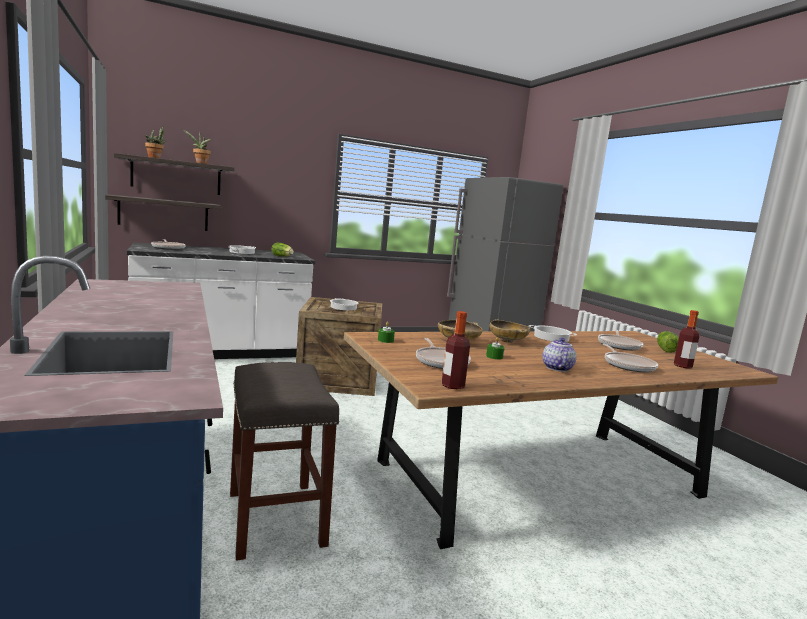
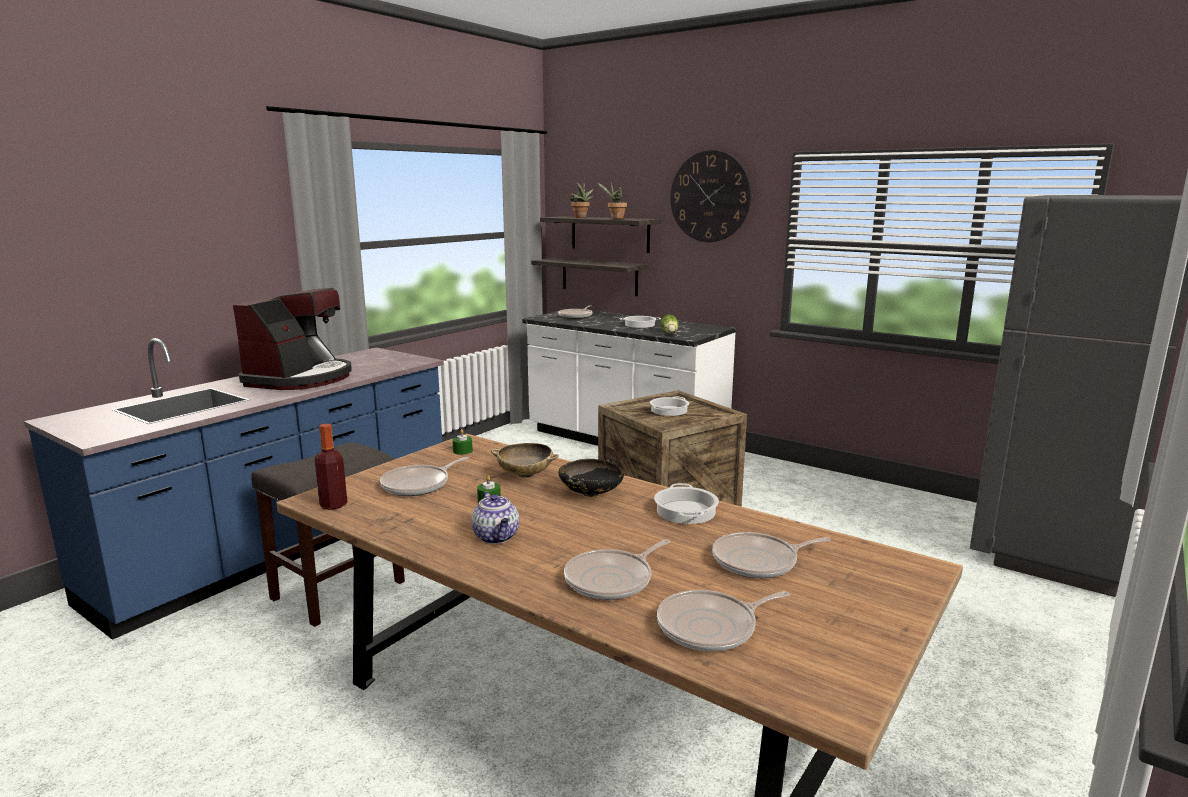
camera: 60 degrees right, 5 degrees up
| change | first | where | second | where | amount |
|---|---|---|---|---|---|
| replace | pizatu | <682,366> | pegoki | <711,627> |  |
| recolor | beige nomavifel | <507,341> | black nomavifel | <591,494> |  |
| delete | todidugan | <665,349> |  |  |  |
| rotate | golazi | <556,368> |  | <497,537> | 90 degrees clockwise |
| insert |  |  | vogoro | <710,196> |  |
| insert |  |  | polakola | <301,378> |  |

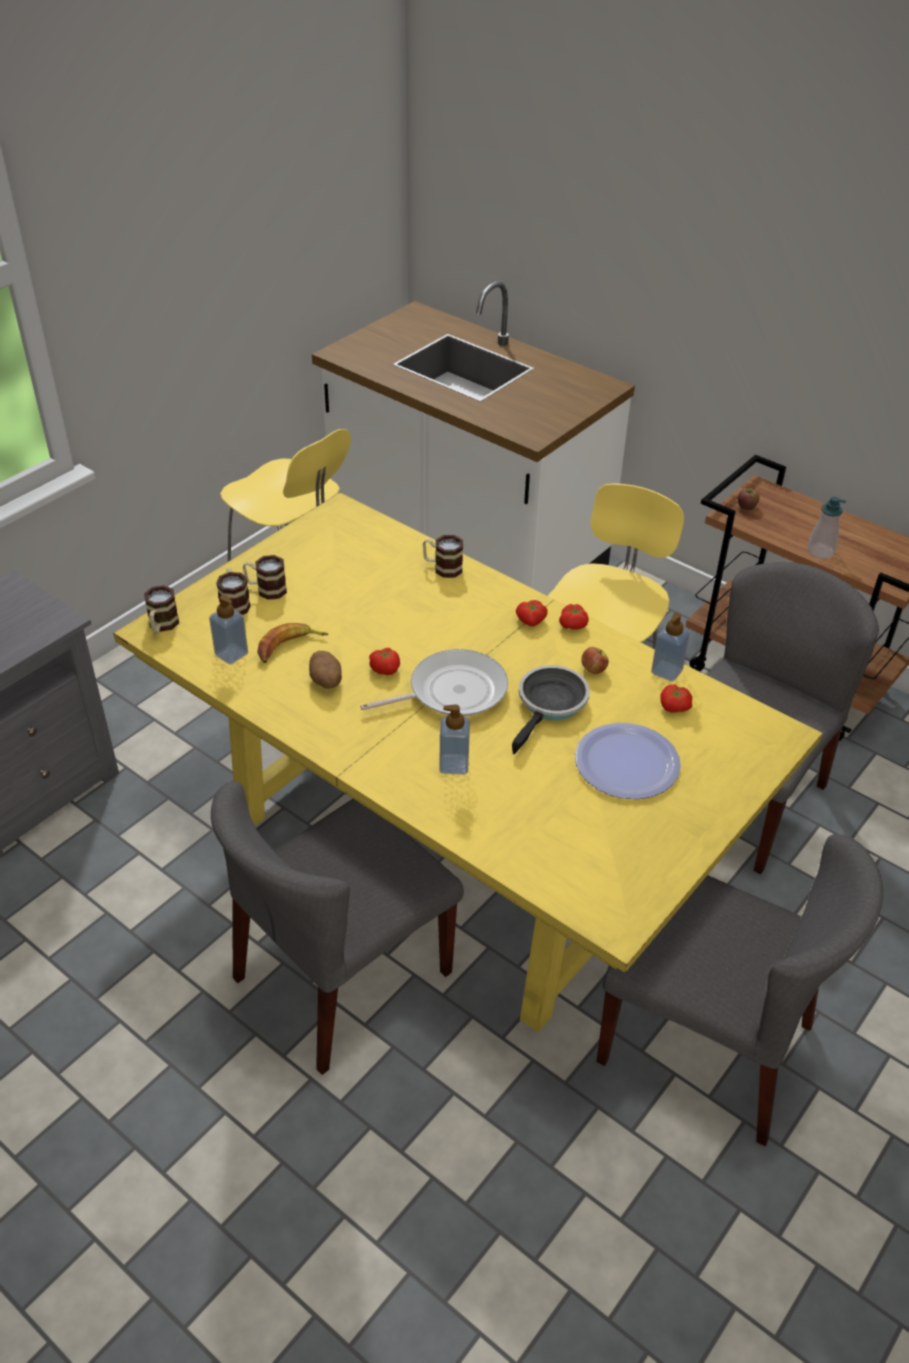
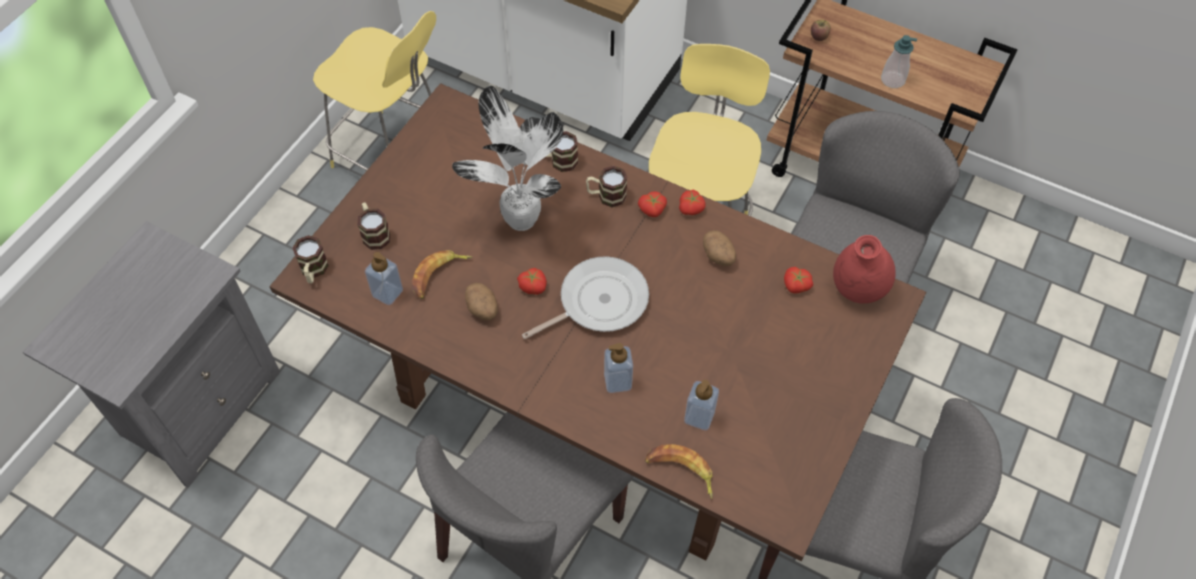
camera: 10 degrees left, 15 degrees up
| change | first | where | second | where | amount |
|---|---|---|---|---|---|
| recolor | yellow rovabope | <453,849> | brown rovabope | <599,397> |  |
| move | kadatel | <266,589> |  | <606,196> |  |
| move | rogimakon | <666,671> |  | <699,417> |  |
| replace | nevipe | <593,670> | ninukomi | <718,256> |  |
| delete | pegoki | <550,705> |  |  |  |
| delete | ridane | <627,762> |  |  |  |
| insert |  |  | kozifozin | <520,222> |  |
| insert |  |  | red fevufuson | <857,289> |  |
| insert |  |  | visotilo | <680,472> |  |

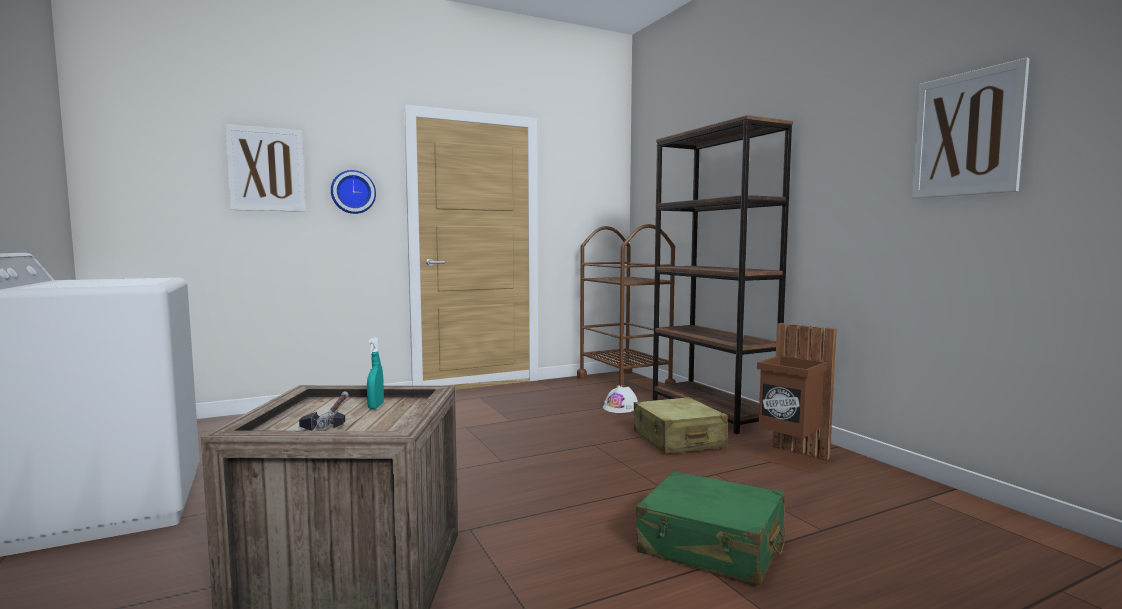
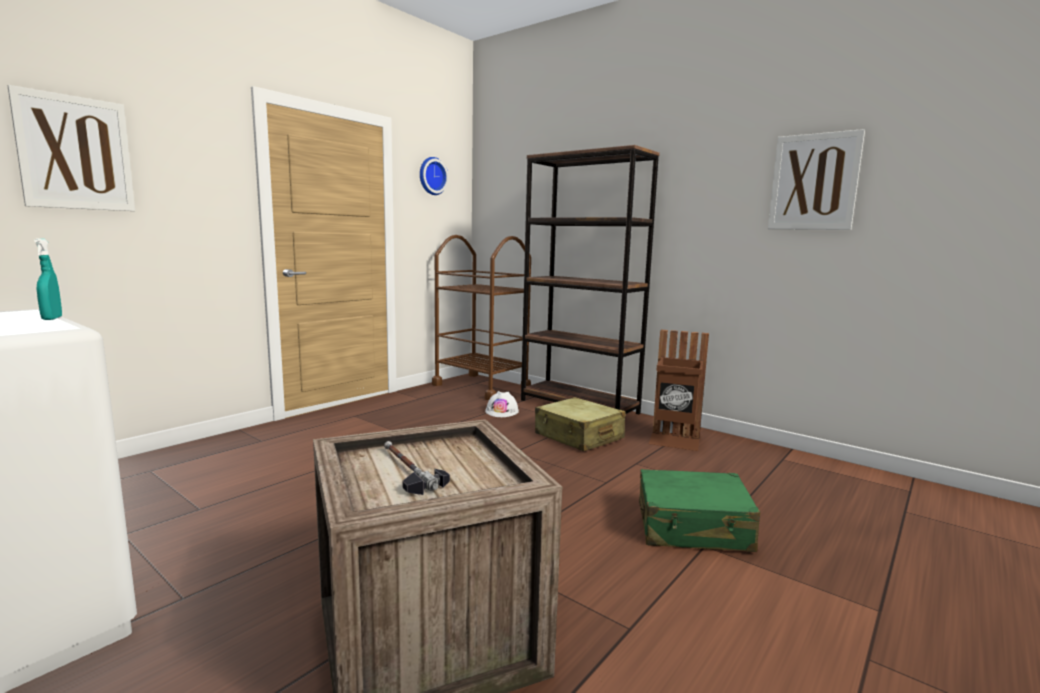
camera: 25 degrees left, 5 degrees up
| change | first | where | second | where | amount |
|---|---|---|---|---|---|
| move | vogoro | <353,192> |  | <431,176> |  |
| move | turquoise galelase | <376,406> |  | <52,318> |  |

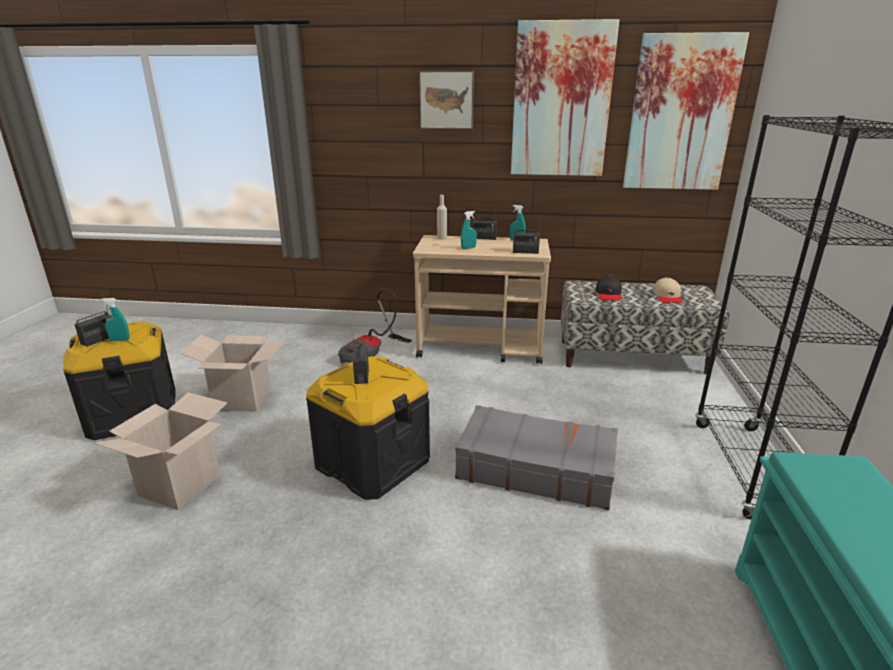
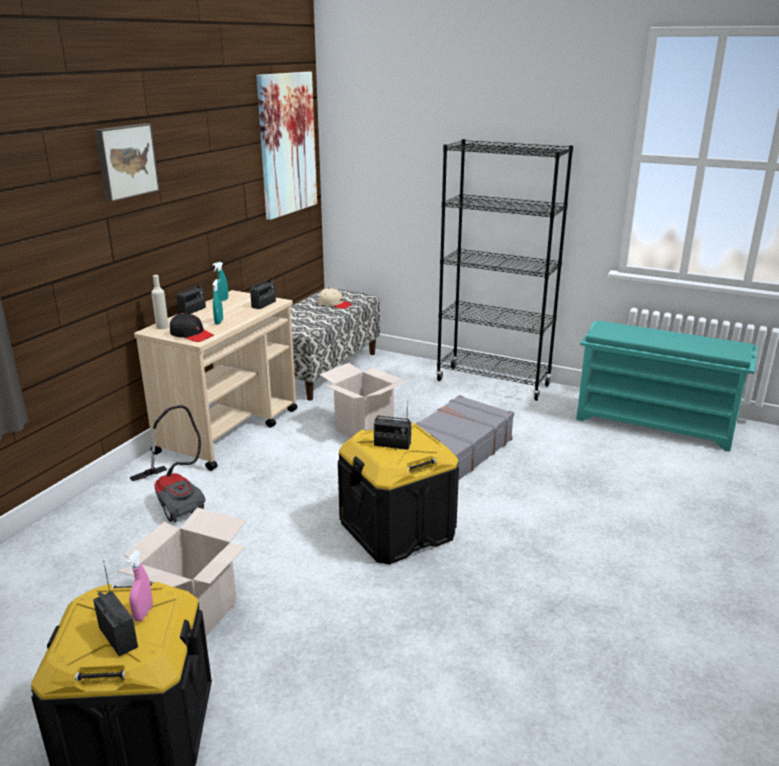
camera: 70 degrees left, 0 degrees up
| change | first | where | second | where | amount |
|---|---|---|---|---|---|
| delete | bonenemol | <561,101> |  |  |  |
| move | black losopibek | <608,294> |  | <191,335> |  |
| recolor | turquoise galelase | <120,340> | pink galelase | <143,613> |  |
| move | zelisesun | <180,485> |  | <364,430> |  |

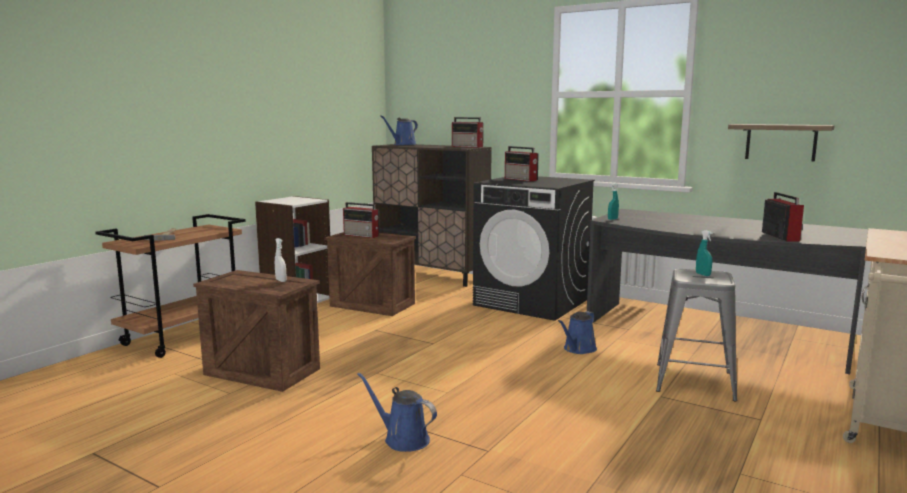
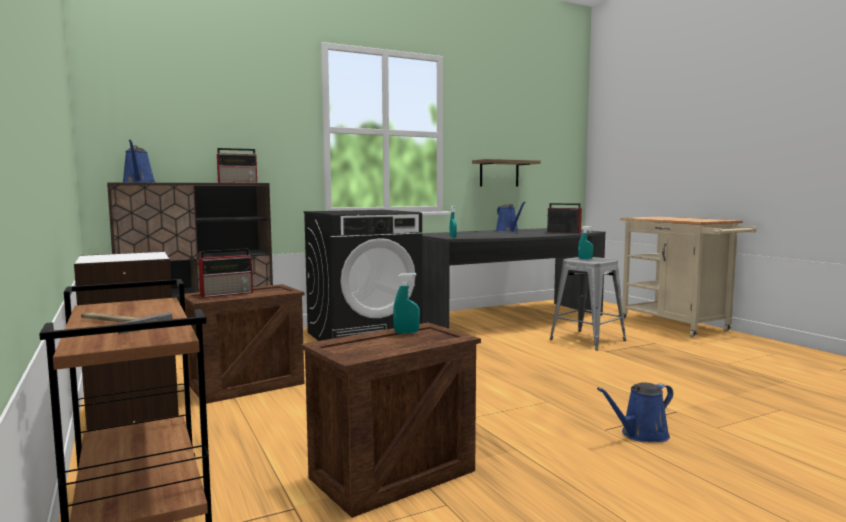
camera: 60 degrees left, 5 degrees down
| change | first | where | second | where | amount |
|---|---|---|---|---|---|
| delete | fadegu | <521,179> |  |  |  |
| recolor | white galelase | <281,281> | turquoise galelase | <406,333> |  |
| move | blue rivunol | <578,349> |  | <508,230> |  |

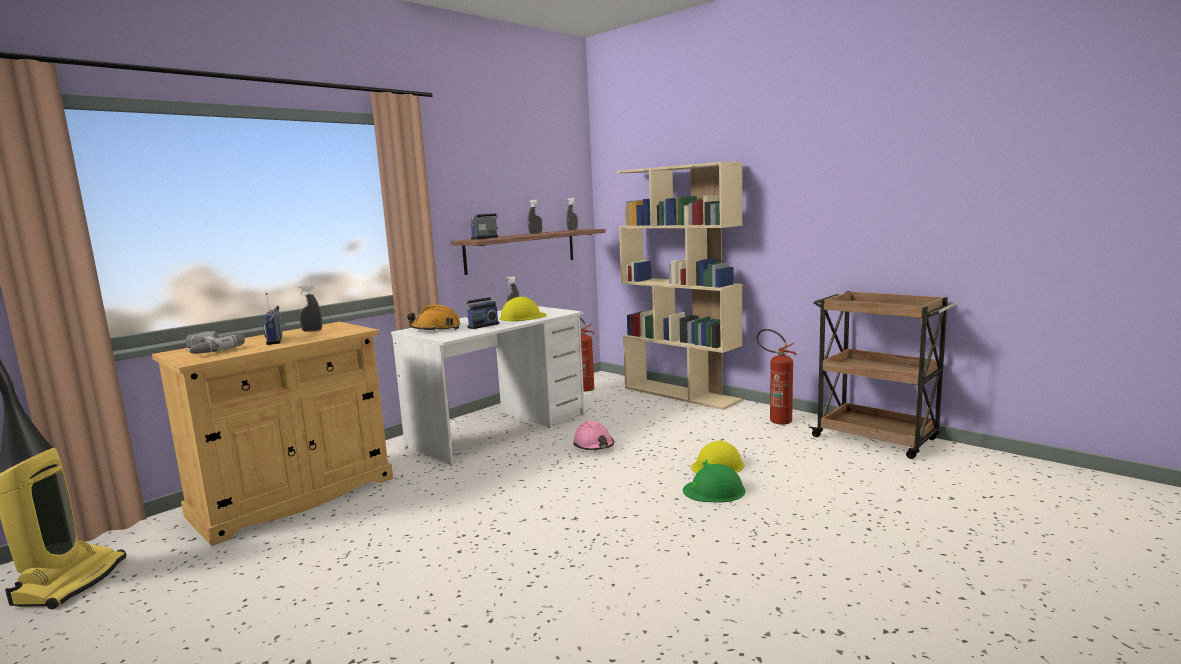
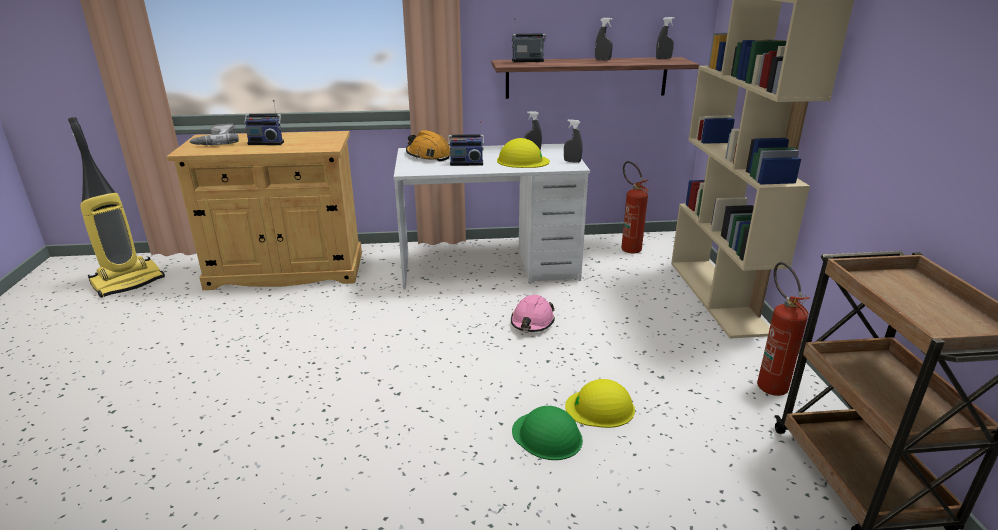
camera: 40 degrees right, 15 degrees up
| change | first | where | second | where | amount |
|---|---|---|---|---|---|
| move | grey galelase | <312,330> |  | <572,161> |  |
| rotate | fadegu | <276,340> |  | <266,143> | 105 degrees counterclockwise |

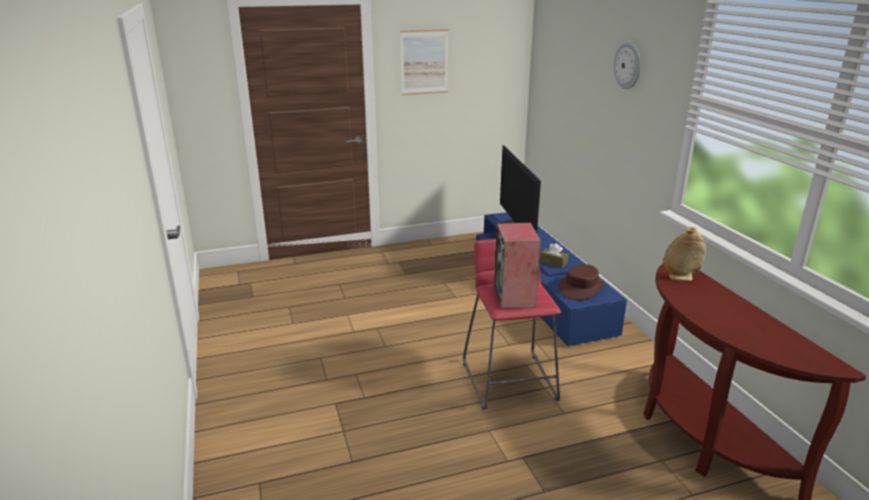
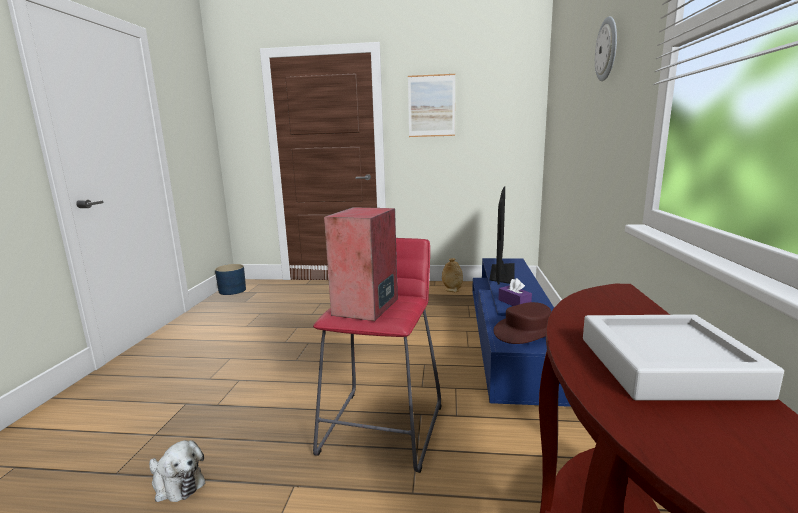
camera: 25 degrees right, 10 degrees down
| change | first | where | second | where | amount |
|---|---|---|---|---|---|
| move | beige fevufuson | <680,278> |  | <452,290> |  |
| recolor | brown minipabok | <553,262> | purple minipabok | <514,302> |  |
| insert |  |  | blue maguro | <232,290> |  |
| insert |  |  | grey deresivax | <666,366> |  |
| insert |  |  | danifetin | <176,483> |  |

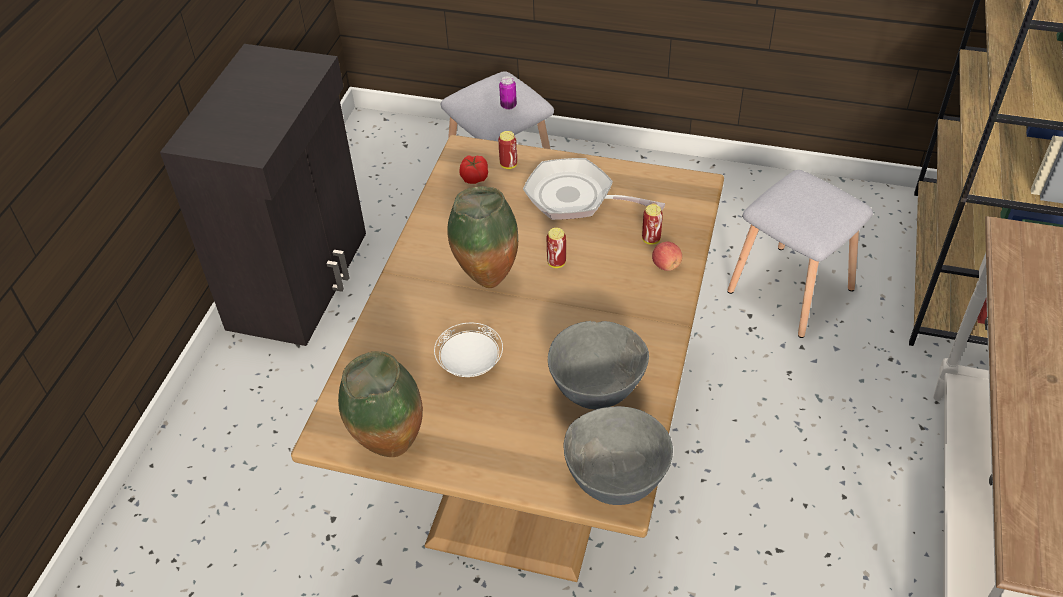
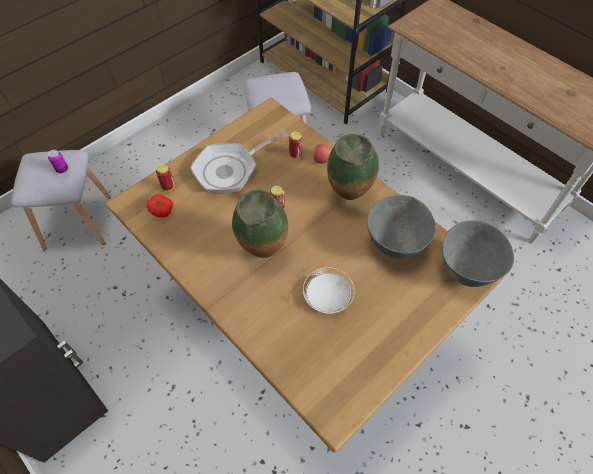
camera: 60 degrees left, 10 degrees up
| change | first | where | second | where | amount |
|---|---|---|---|---|---|
| move | fevufuson | <390,450> |  | <349,197> |  |

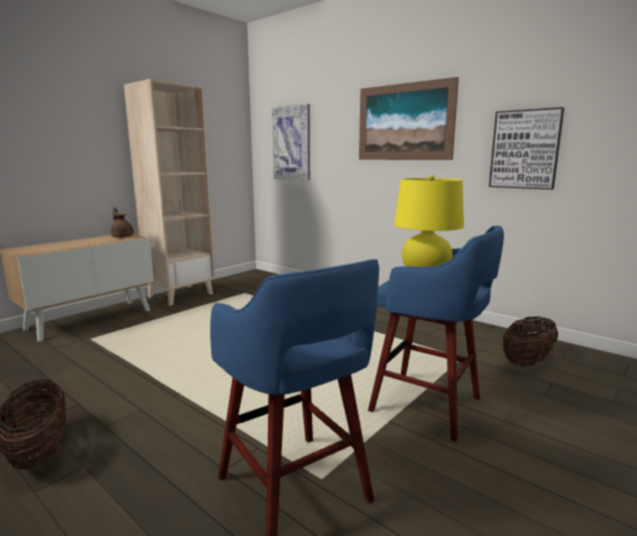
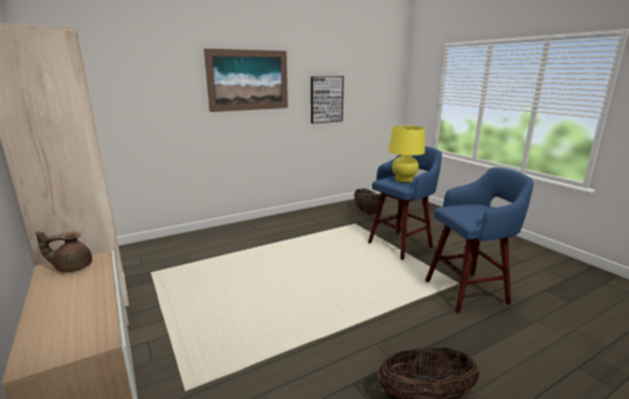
camera: 70 degrees left, 5 degrees up
| change | first | where | second | where | amount |
|---|---|---|---|---|---|
| delete | bonenemol | <292,143> |  |  |  |

